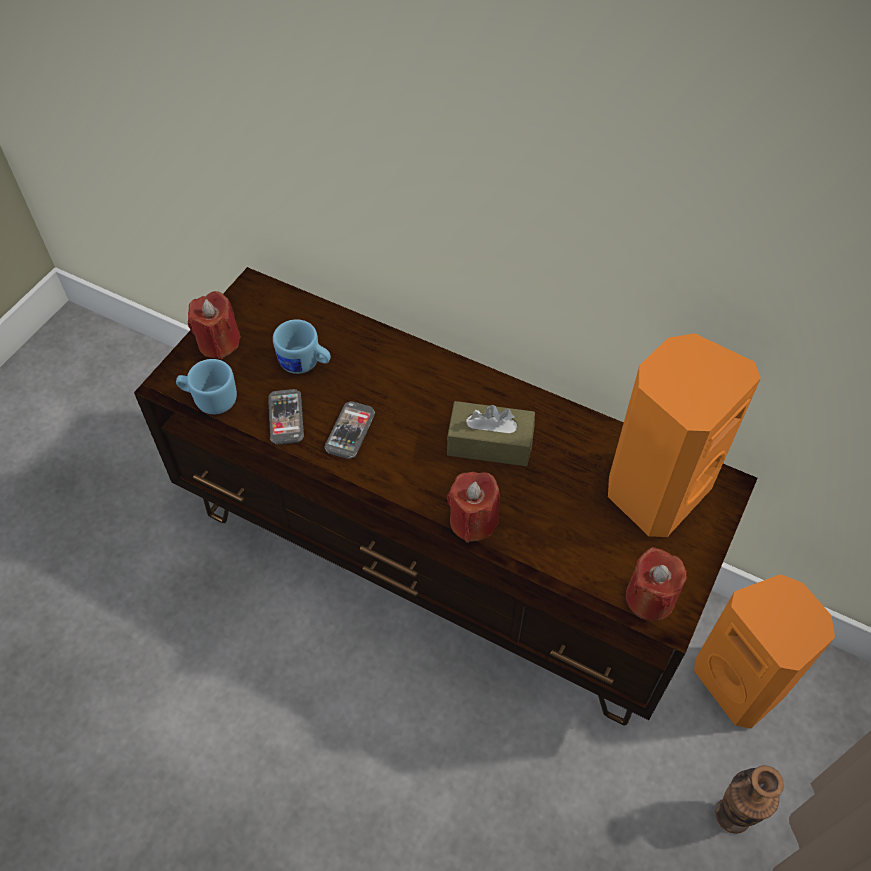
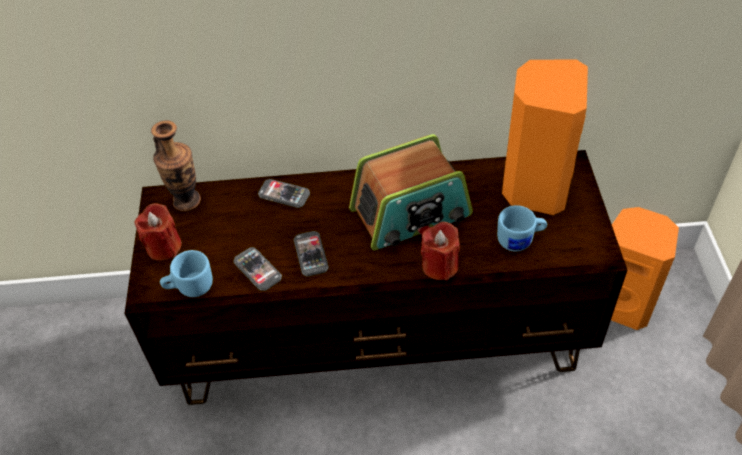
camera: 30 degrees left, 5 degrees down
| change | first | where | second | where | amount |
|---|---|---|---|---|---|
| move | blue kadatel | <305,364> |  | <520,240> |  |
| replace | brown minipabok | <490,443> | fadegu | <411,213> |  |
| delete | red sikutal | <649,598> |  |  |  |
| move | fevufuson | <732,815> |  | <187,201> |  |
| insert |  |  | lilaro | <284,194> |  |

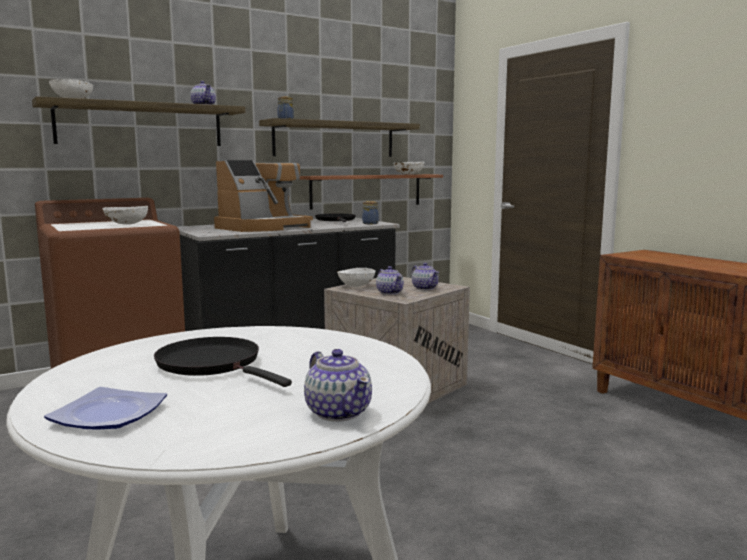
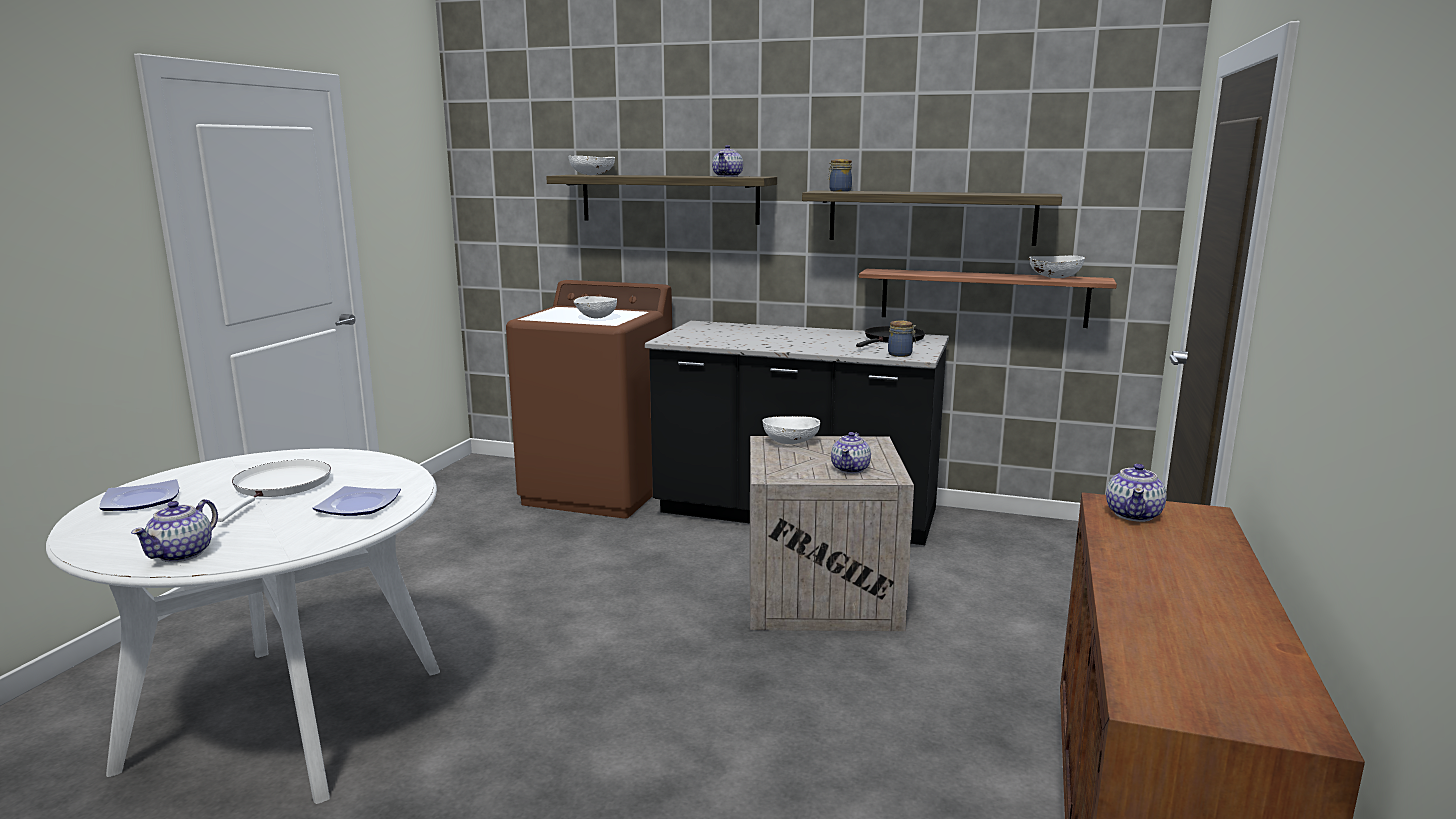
camera: 50 degrees right, 5 degrees up
| change | first | where | second | where | amount |
|---|---|---|---|---|---|
| delete | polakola | <263,227> |  |  |  |
| move | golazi | <389,292> |  | <1134,514> |  |
| recolor | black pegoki | <213,364> | white pegoki | <280,487> |  |
| insert |  |  | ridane | <358,505> |  |

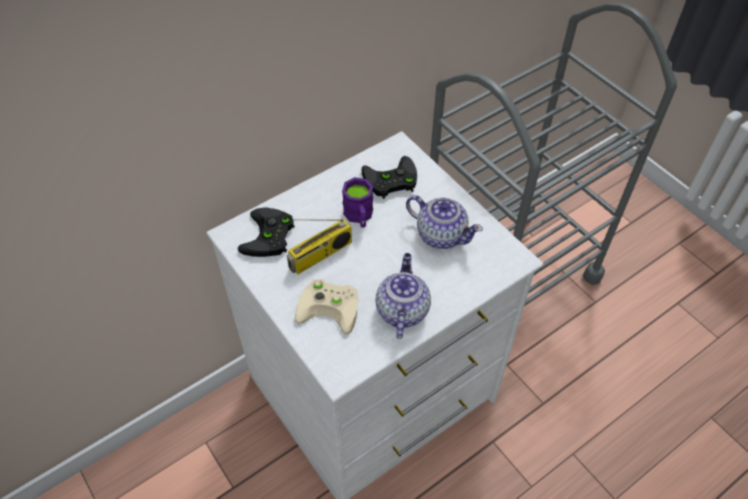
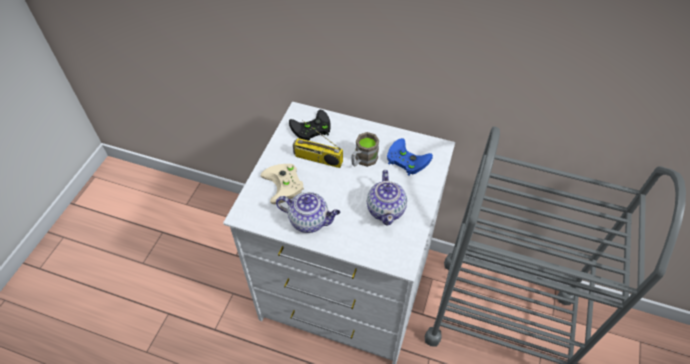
camera: 55 degrees right, 0 degrees up
| change | first | where | second | where | amount |
|---|---|---|---|---|---|
| recolor | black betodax | <390,181> | blue betodax | <405,159> |  |
| recolor | purple kadatel | <359,216> | brown kadatel | <363,160> |  |
| rotate | golazi | <401,310> |  | <310,220> | 45 degrees clockwise |

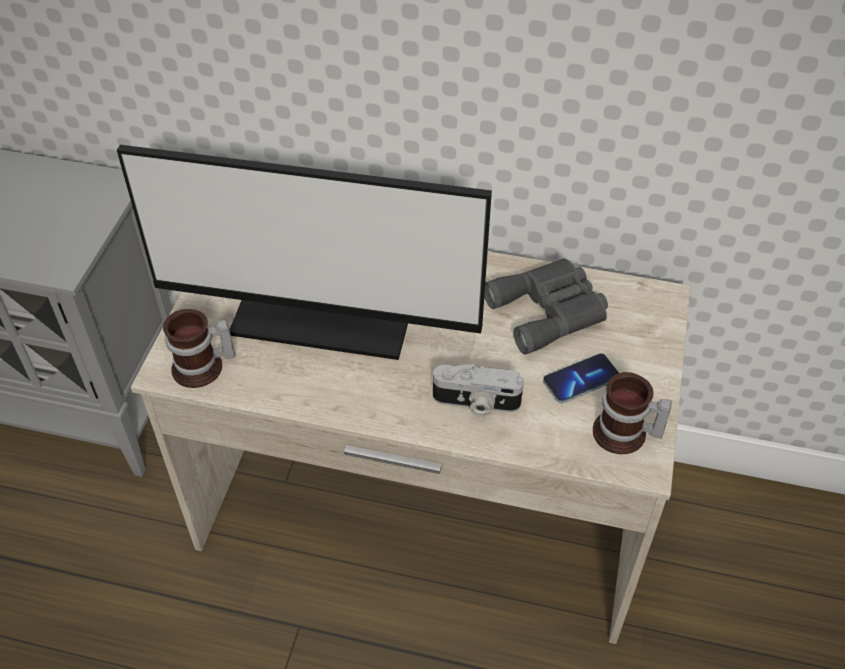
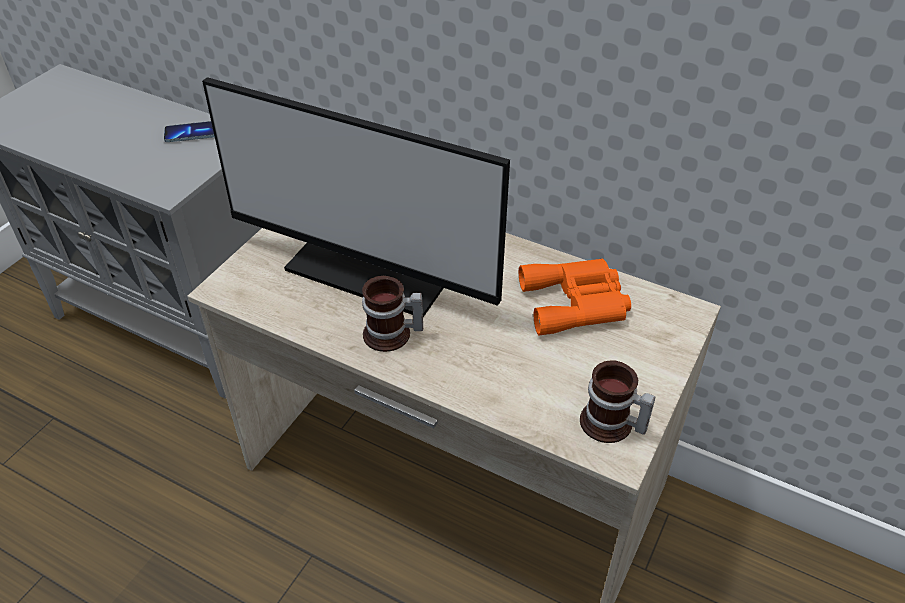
camera: 15 degrees right, 5 degrees down
| change | first | where | second | where | amount |
|---|---|---|---|---|---|
| recolor | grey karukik | <550,310> | orange karukik | <577,303> |  |
| move | kadatel | <203,368> |  | <391,336> |  |
| move | lilaro | <581,380> |  | <192,133> |  |
| delete | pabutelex | <476,403> |  |  |  |

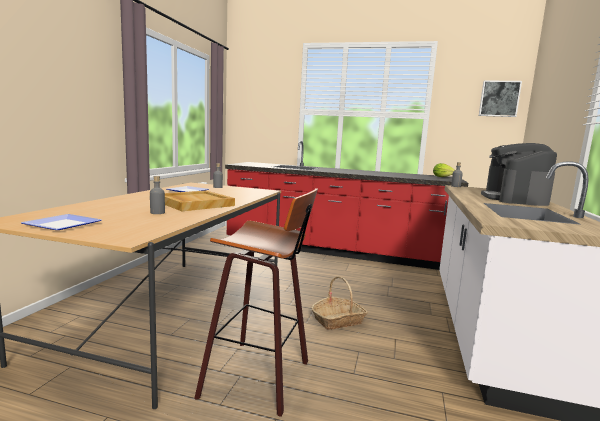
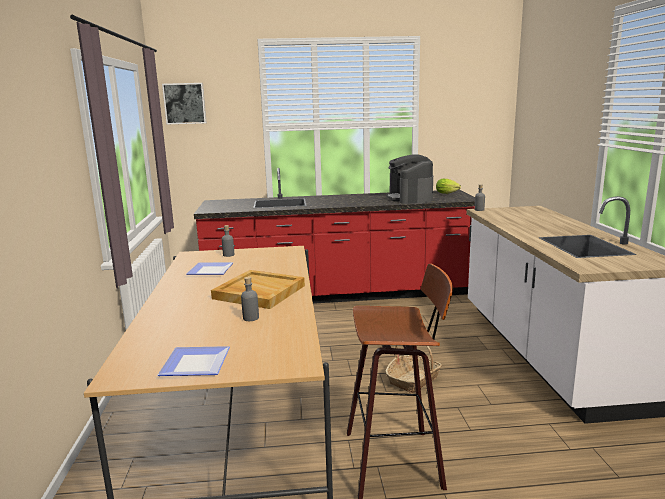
camera: 20 degrees left, 5 degrees up
| change | first | where | second | where | amount |
|---|---|---|---|---|---|
| move | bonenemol | <499,99> |  | <185,103> |  |
| move | polakola | <514,199> |  | <410,198> |  |

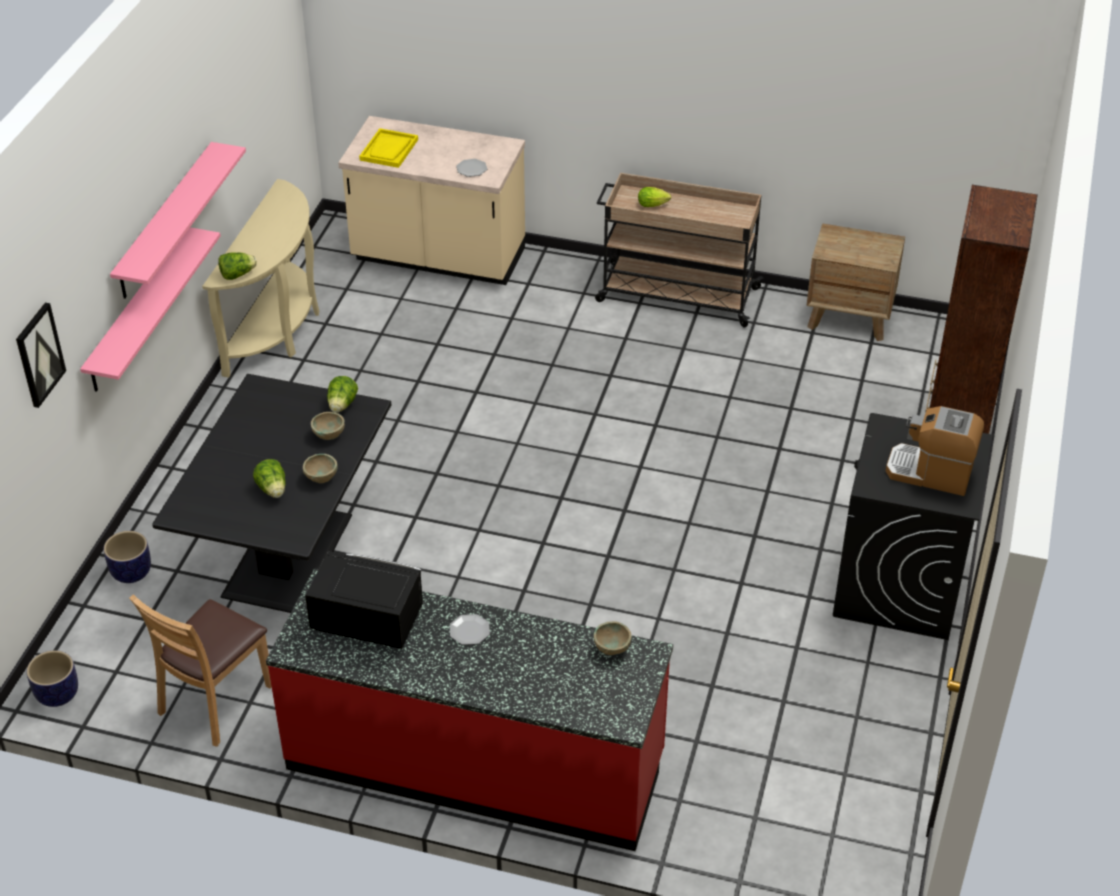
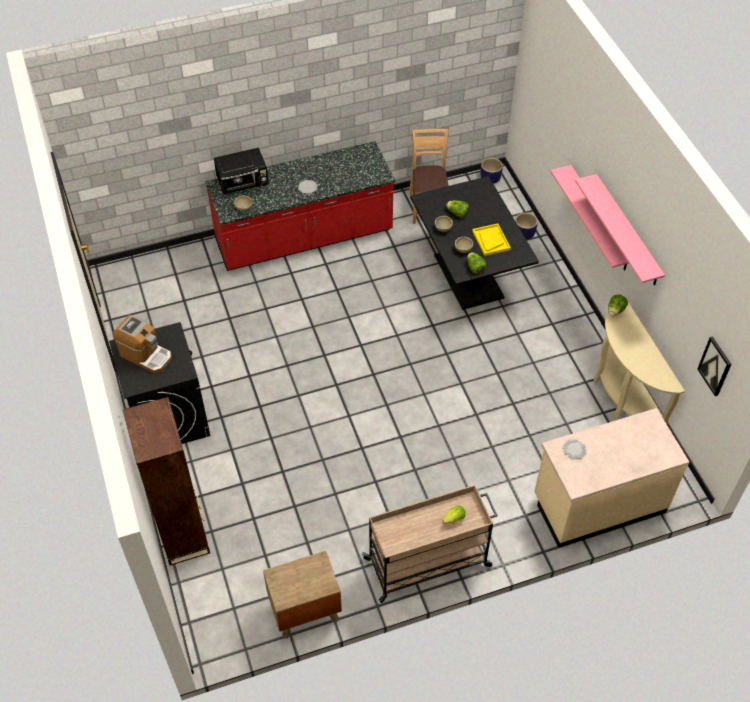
camera: 145 degrees right, 10 degrees up
| change | first | where | second | where | amount |
|---|---|---|---|---|---|
| move | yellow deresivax | <389,150> |  | <491,240> |  |
| move | bonenemol | <39,354> |  | <715,366> |  |
| rotate | polakola | <930,472> |  | <146,355> | 45 degrees clockwise |
| move | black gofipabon | <366,621> |  | <243,183> |  |

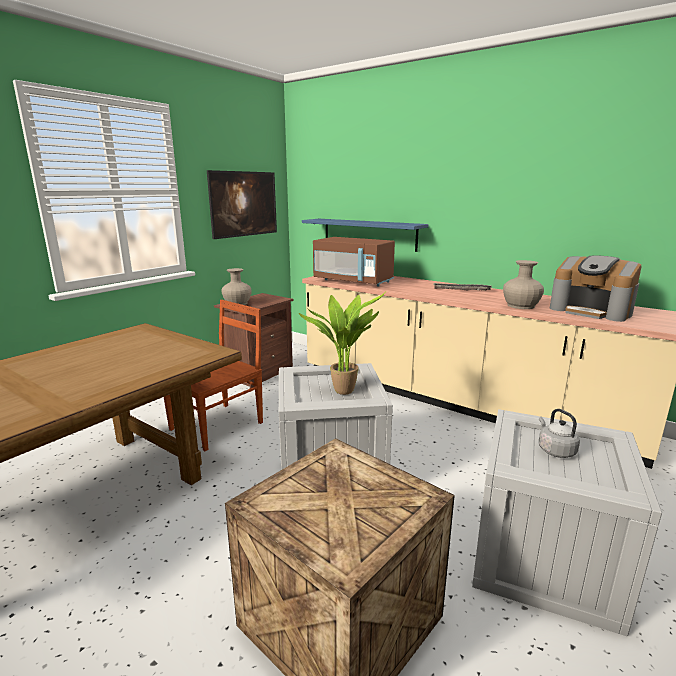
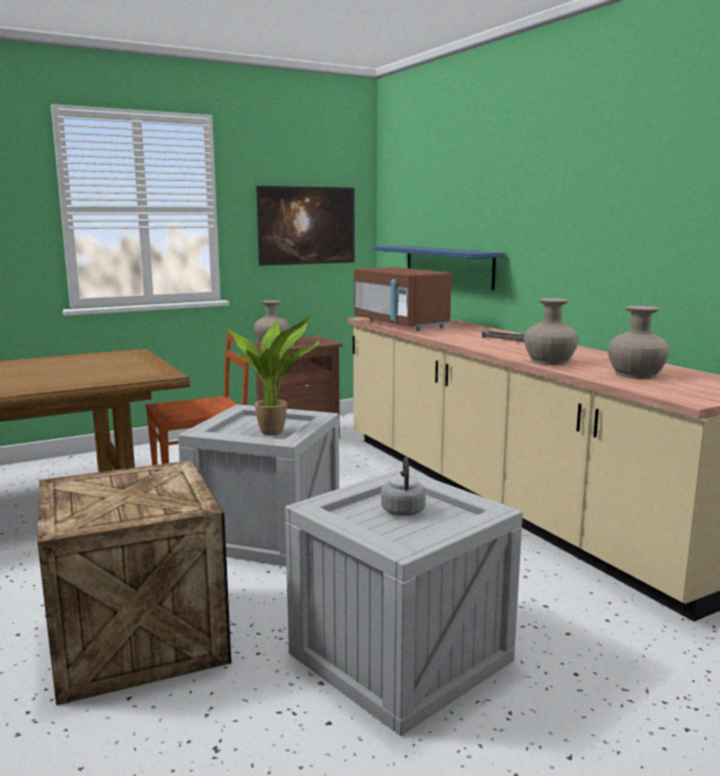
camera: 25 degrees right, 5 degrees down
| change | first | where | second | where | amount |
|---|---|---|---|---|---|
| replace | polakola | <591,311> | beige fevufuson | <636,374> |  |

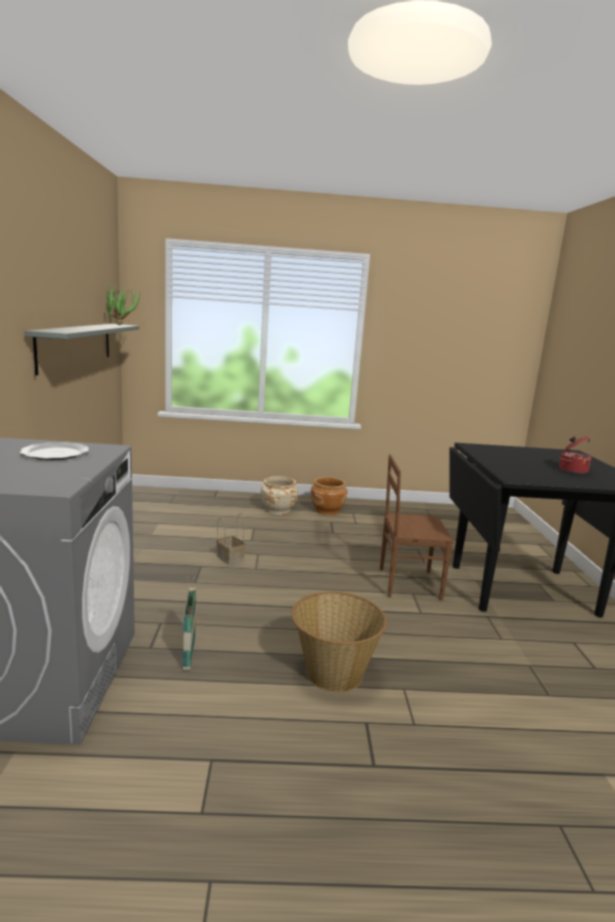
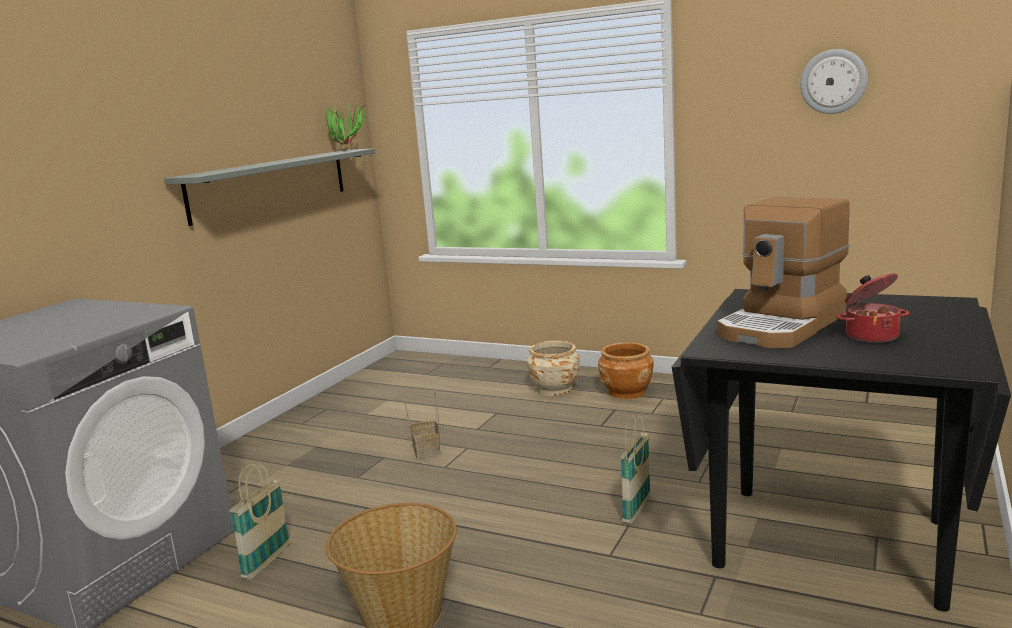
camera: 30 degrees right, 0 degrees up
| change | first | where | second | where | amount |
|---|---|---|---|---|---|
| delete | ridane | <55,454> |  |  |  |
| replace | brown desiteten | <407,583> | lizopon | <637,509> |  |
| insert |  |  | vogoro | <833,81> |  |
| insert |  |  | polakola | <783,326> |  |

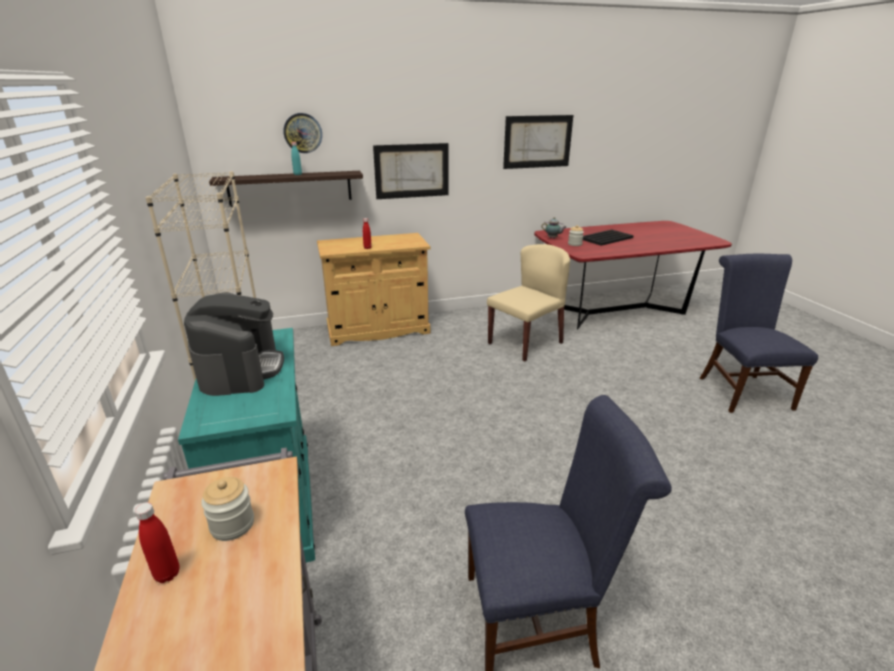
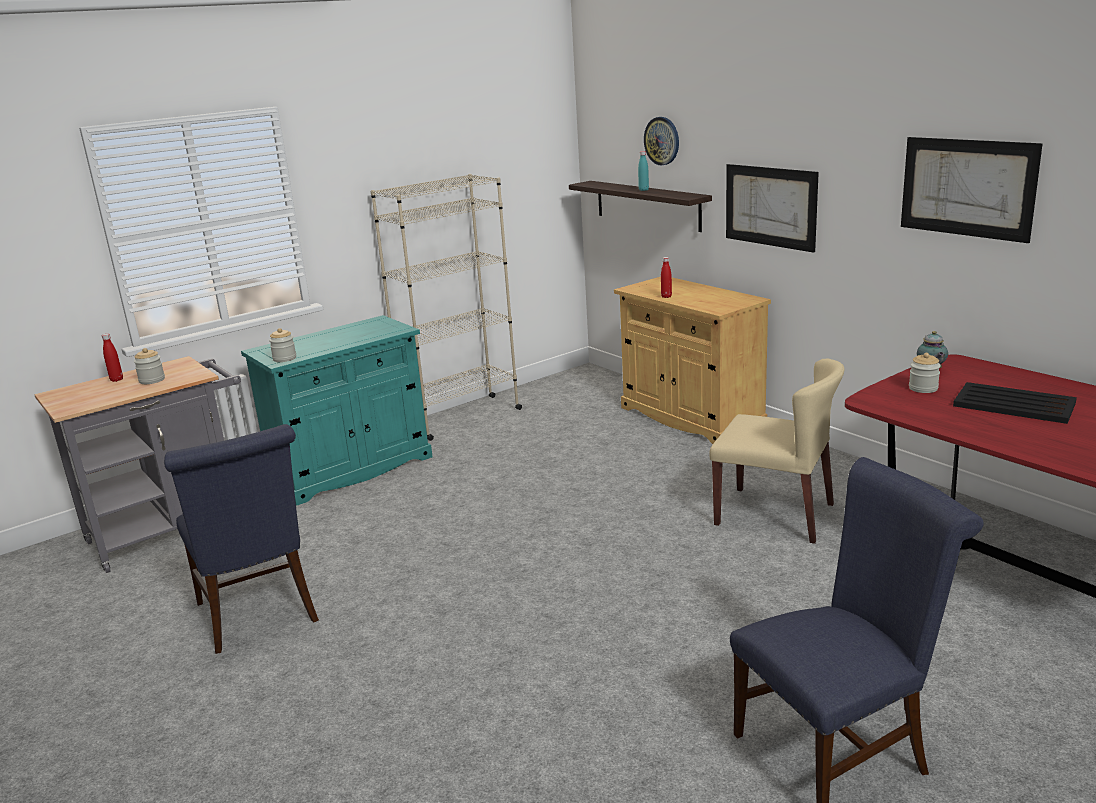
camera: 70 degrees right, 5 degrees down
| change | first | where | second | where | amount |
|---|---|---|---|---|---|
| delete | polakola | <241,369> |  |  |  |
| insert |  |  | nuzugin | <284,358> |  |

